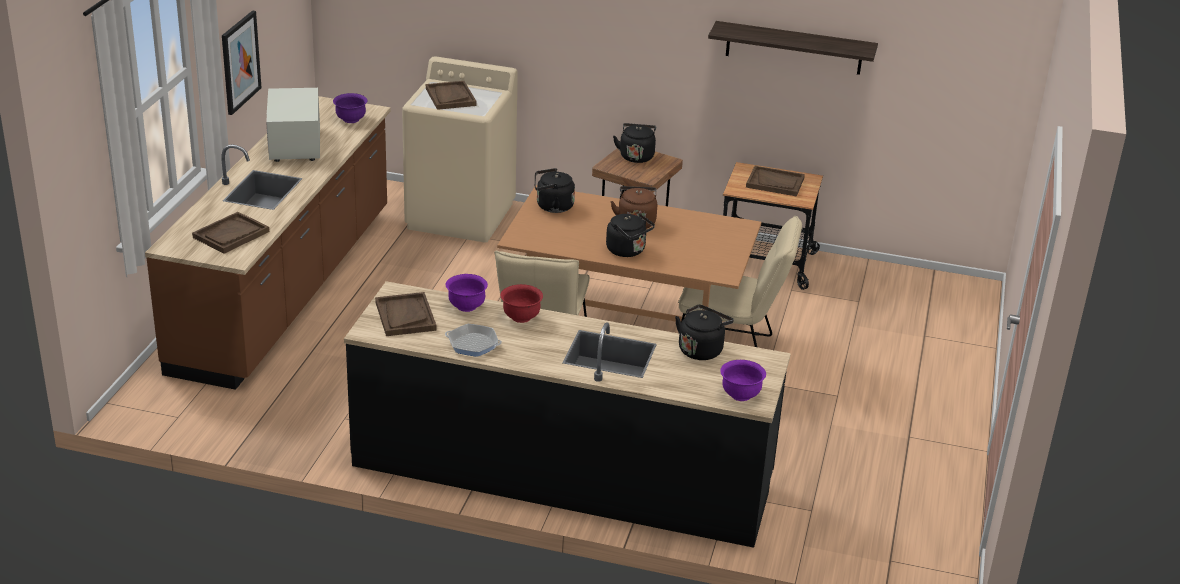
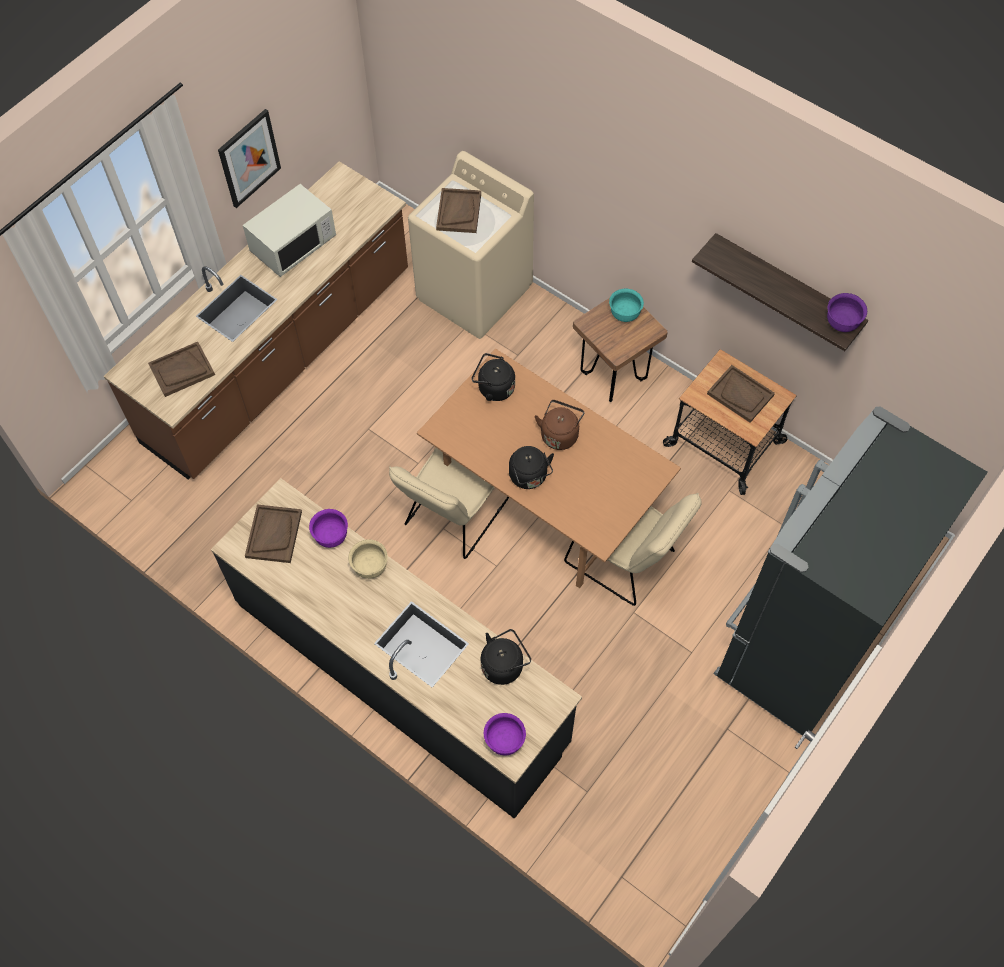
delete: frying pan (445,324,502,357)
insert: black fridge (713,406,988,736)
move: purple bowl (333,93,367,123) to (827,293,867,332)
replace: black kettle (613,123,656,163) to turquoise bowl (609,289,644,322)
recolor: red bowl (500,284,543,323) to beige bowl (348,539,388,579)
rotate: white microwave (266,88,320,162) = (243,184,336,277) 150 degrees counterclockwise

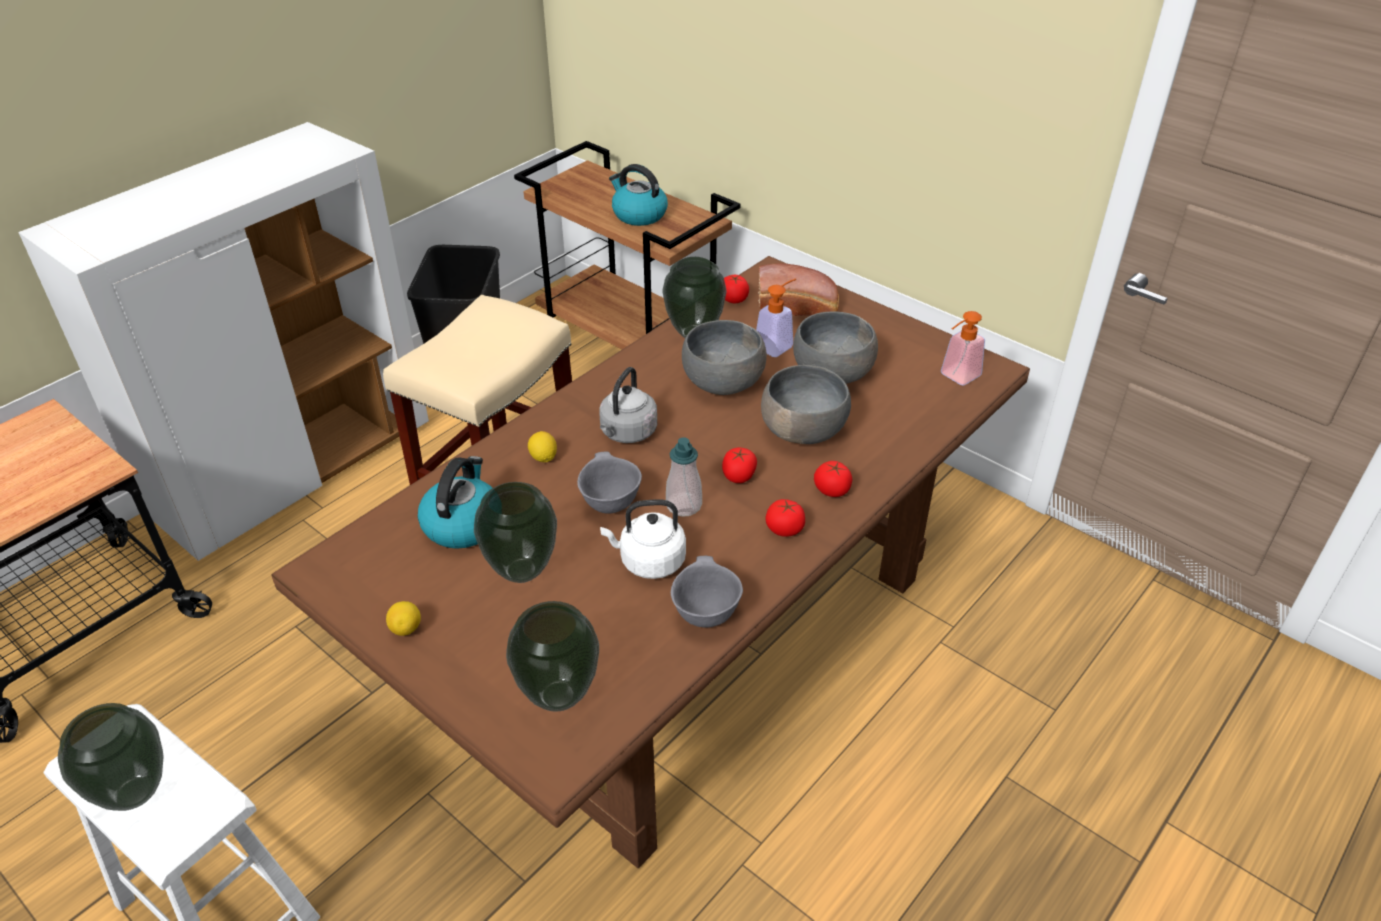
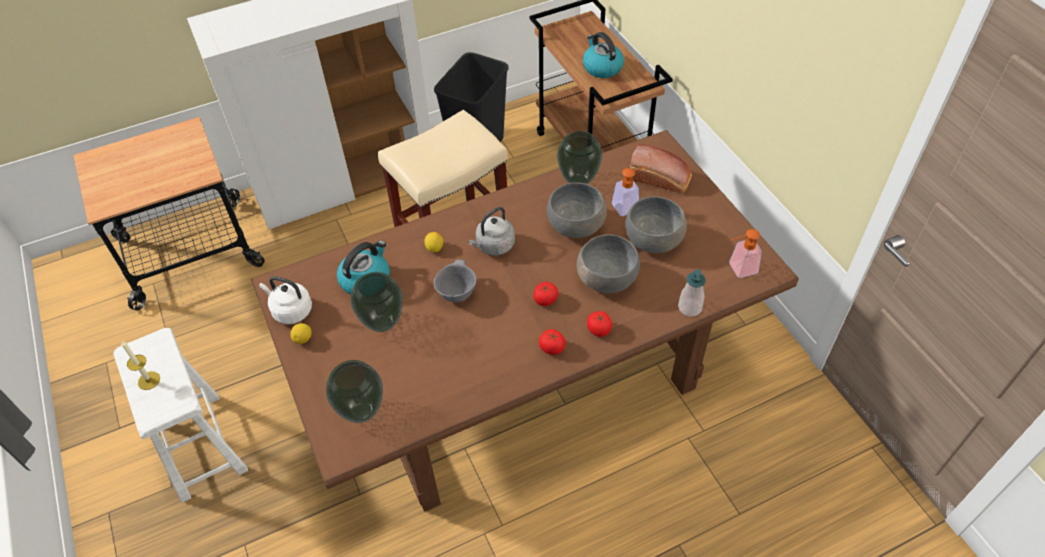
delete: grey bowl (671,556,743,627); tomato (724,275,749,303)
move: white kettle (600,499,686,579) to (259,276,312,324); soap dispenser (666,437,702,517) to (678,269,706,317)
replace: vase (58,703,164,811) to candle (121,341,160,390)

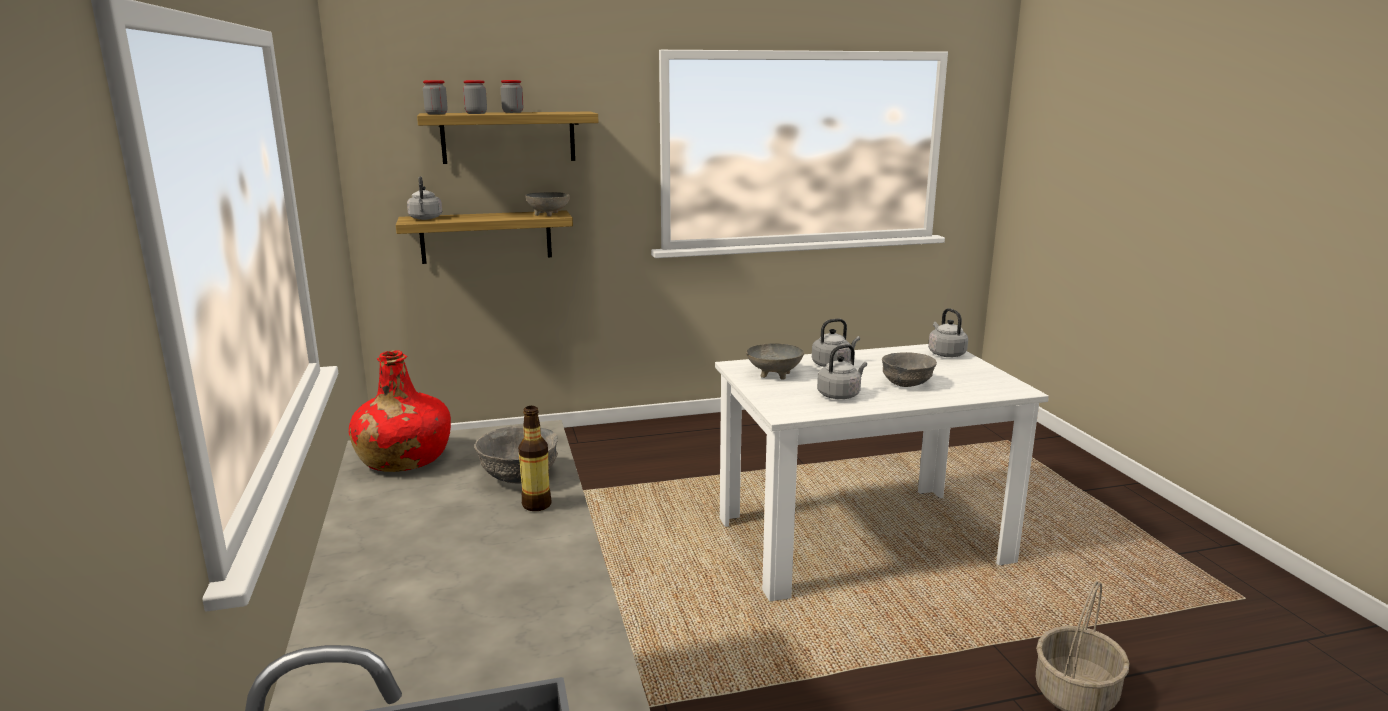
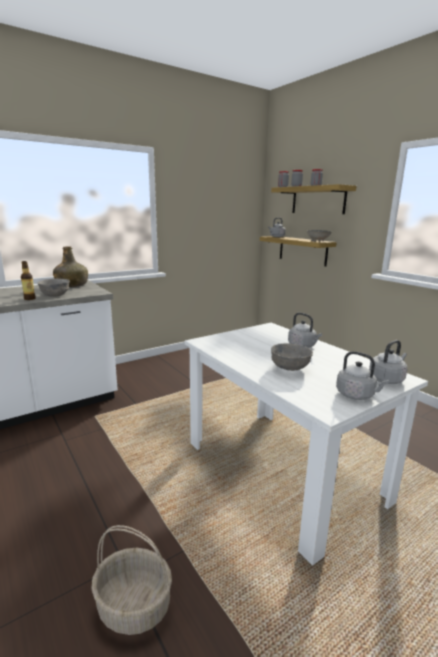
delete: grey bowl (746,343,804,379)
move: grey kettle (817,344,867,399) to (336,351,389,400)
recolor: red bottle (349,350,451,472) to green bottle (53,246,88,287)

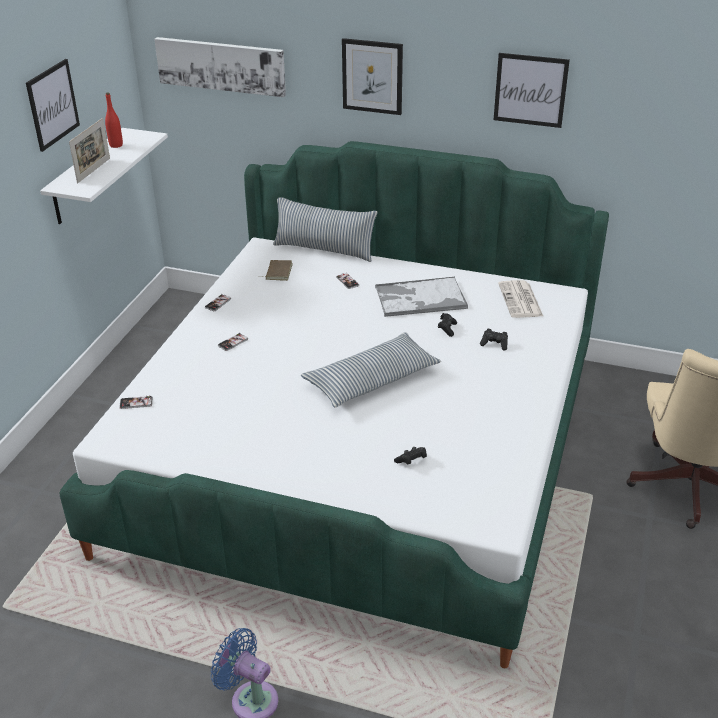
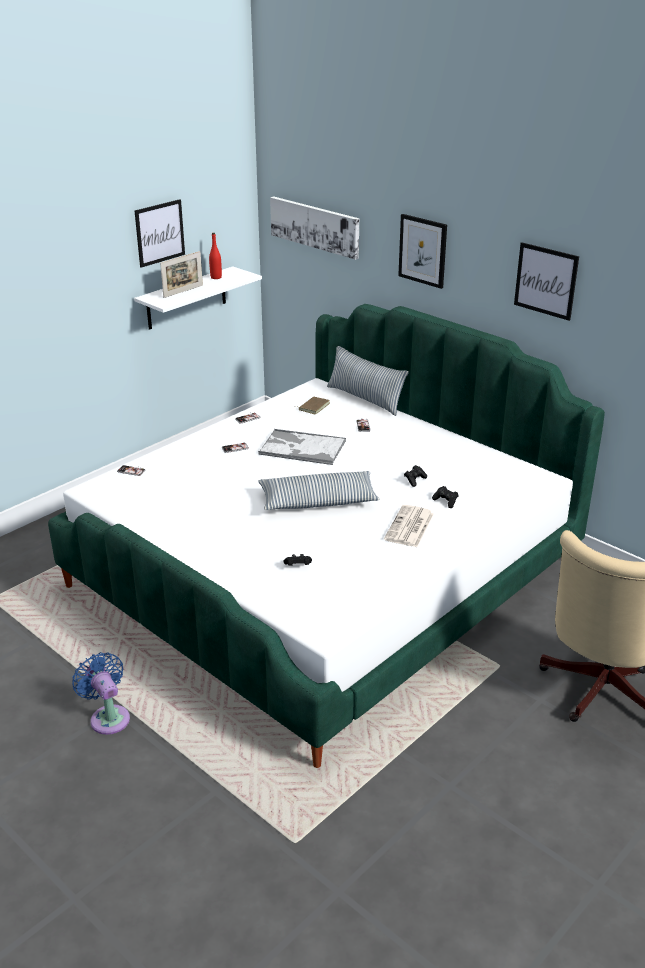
move: tray (375,277,468,317) to (258,429,346,465); newspaper (498,280,543,318) to (384,505,434,547)

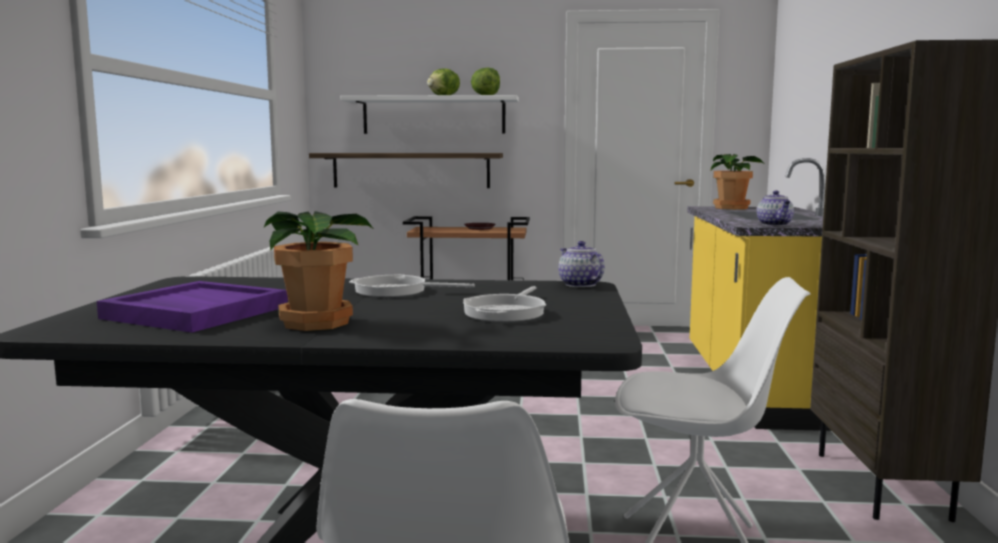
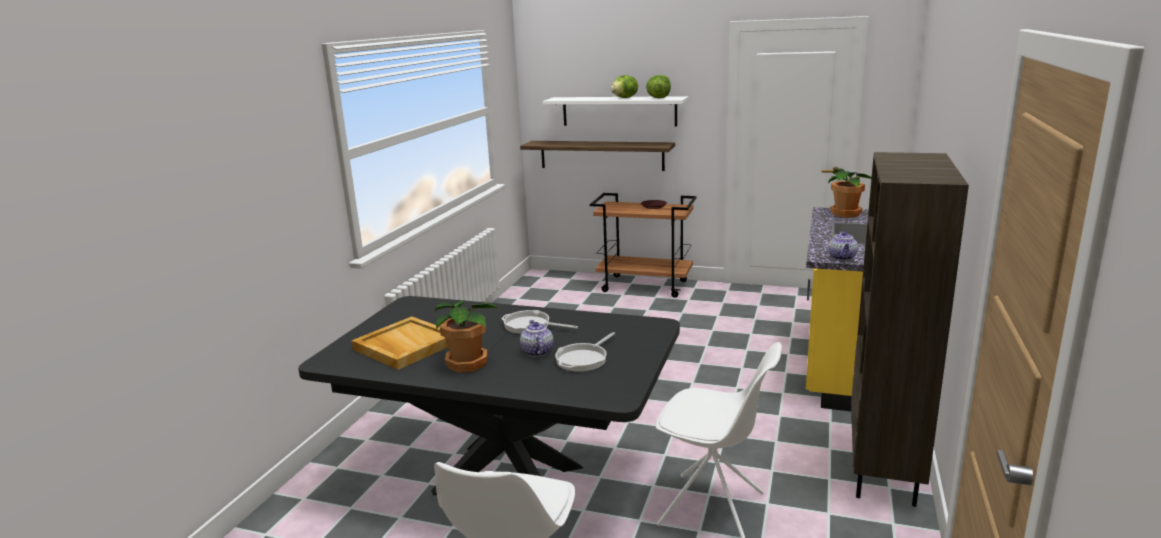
move: teapot (558,241,604,287) to (520,320,553,357)
recolor: purple tray (97,281,288,333) to beige tray (352,317,448,370)

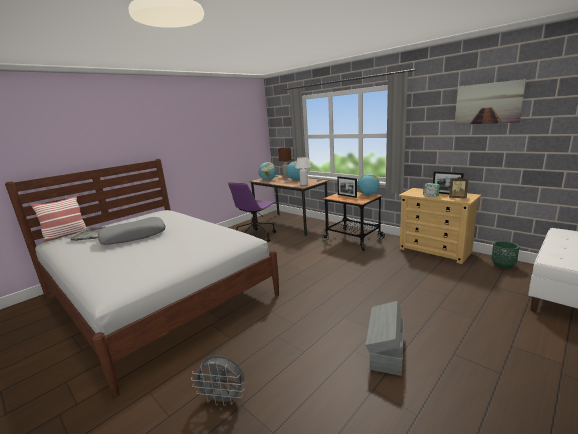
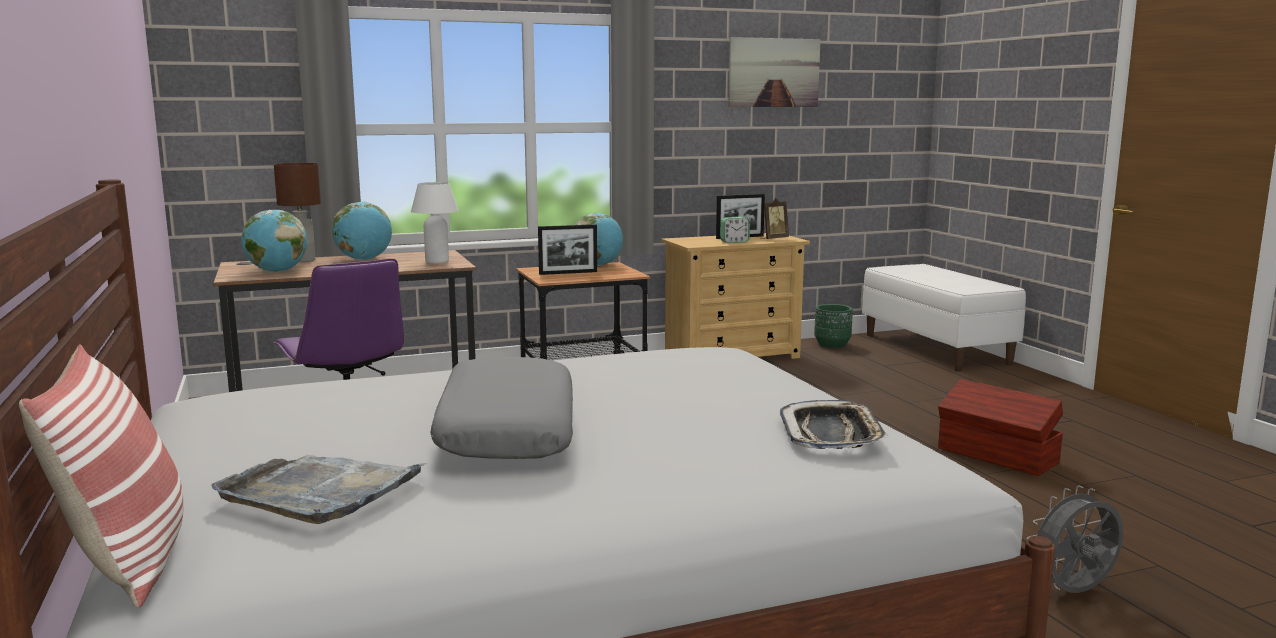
insert: tray (780,400,888,449)
recolor: grey storage box (365,301,403,376) to brown storage box (938,379,1063,476)
rotate: grey fan (191,356,244,407) = (1027,486,1124,593) 150 degrees counterclockwise

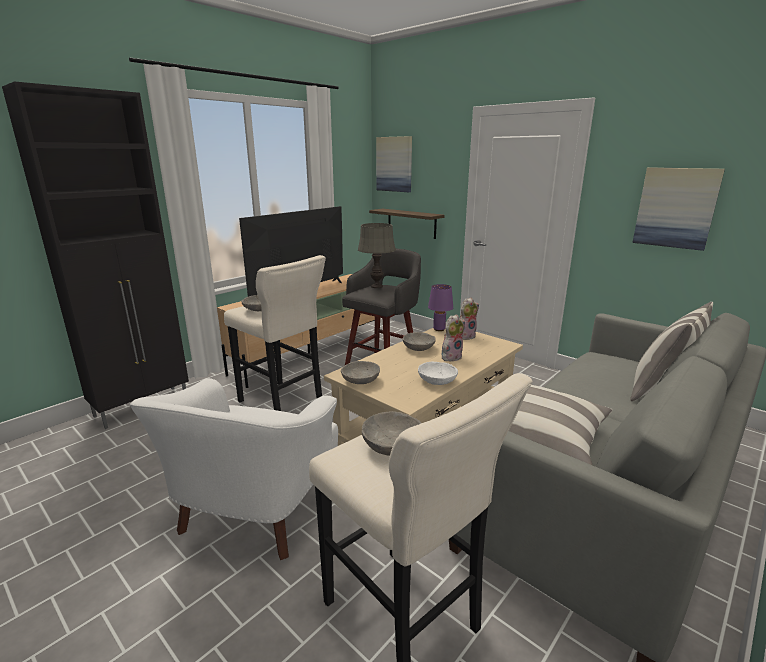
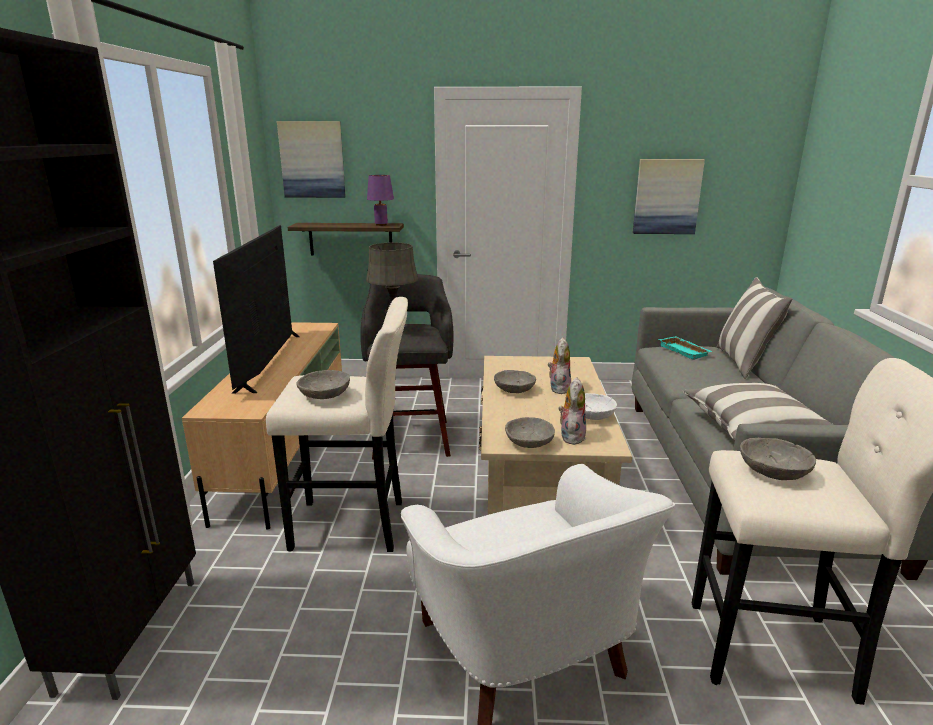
insert: turquoise tray (659,336,713,360)
move: purple table lamp (428,284,453,331) to (367,175,394,226); plush toy (460,298,479,340) to (558,378,586,445)

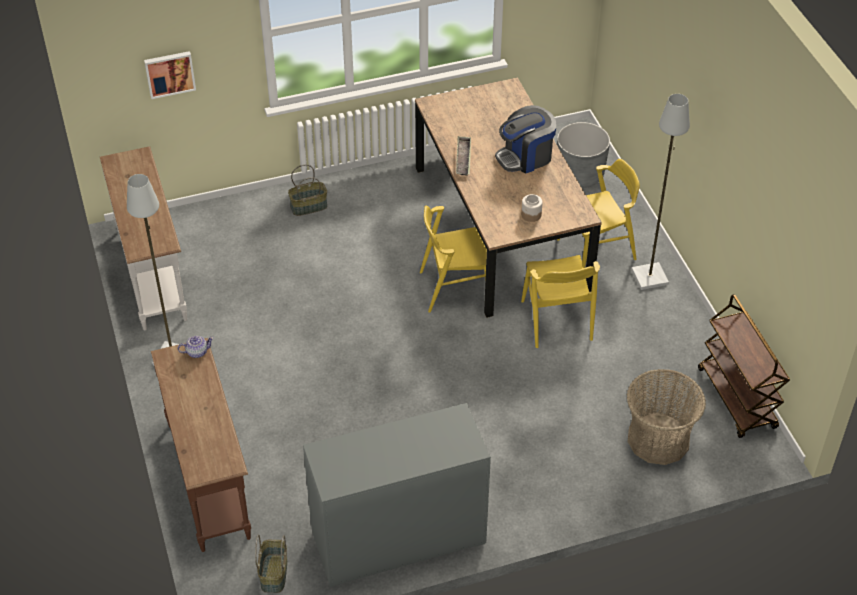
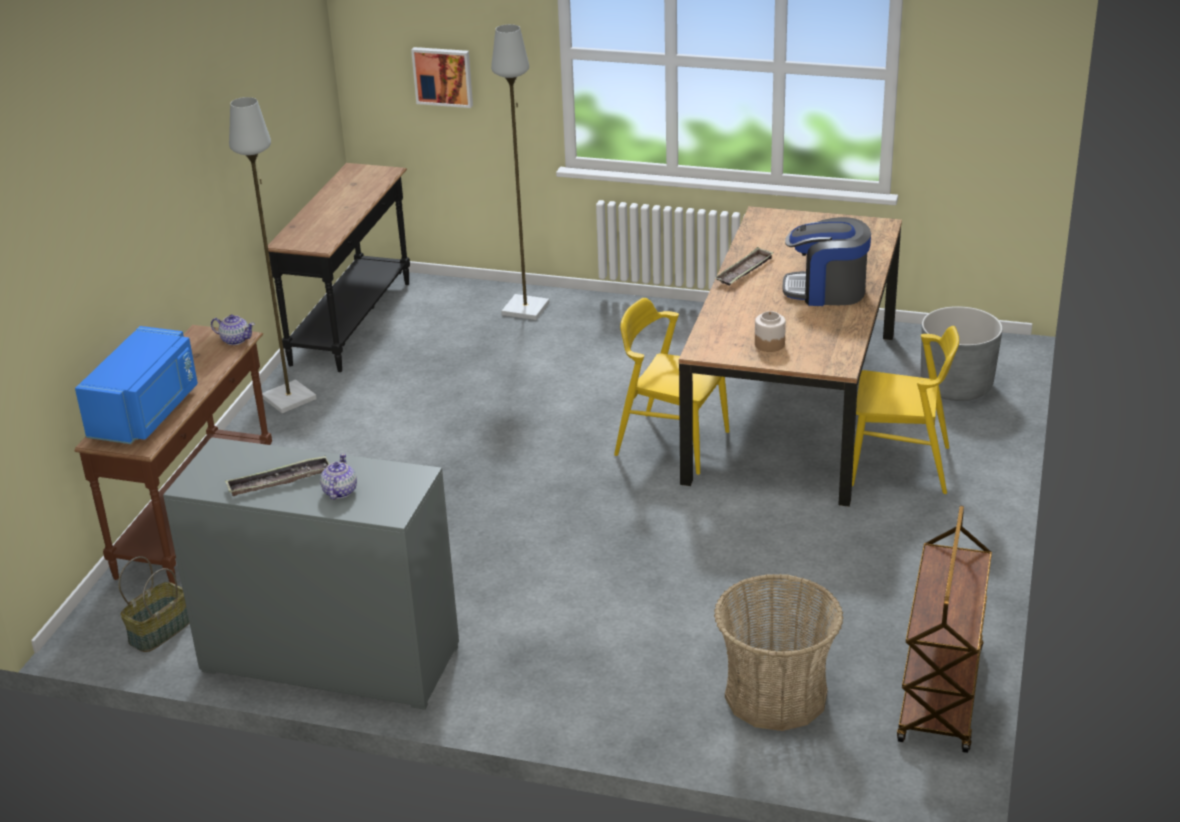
delete: basket (288,165,327,216); yellow chair (521,255,600,348)
insert: blue microwave (75,326,198,444); tray (225,456,329,496); teapot (320,453,357,500)
move: grey floor lamp (631,94,690,290) to (491,24,549,320)
recolor: white console table (100,146,187,331) to black console table (268,163,410,372)

